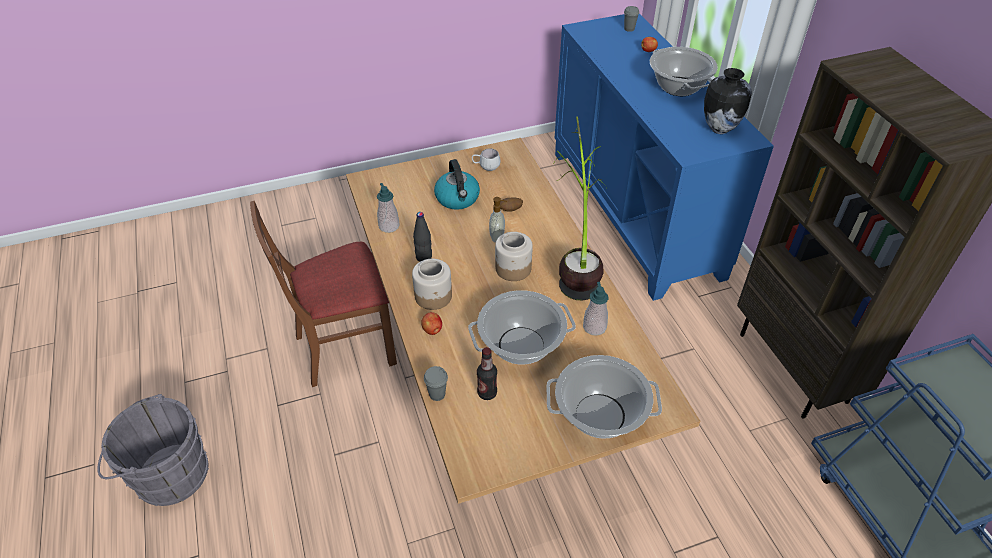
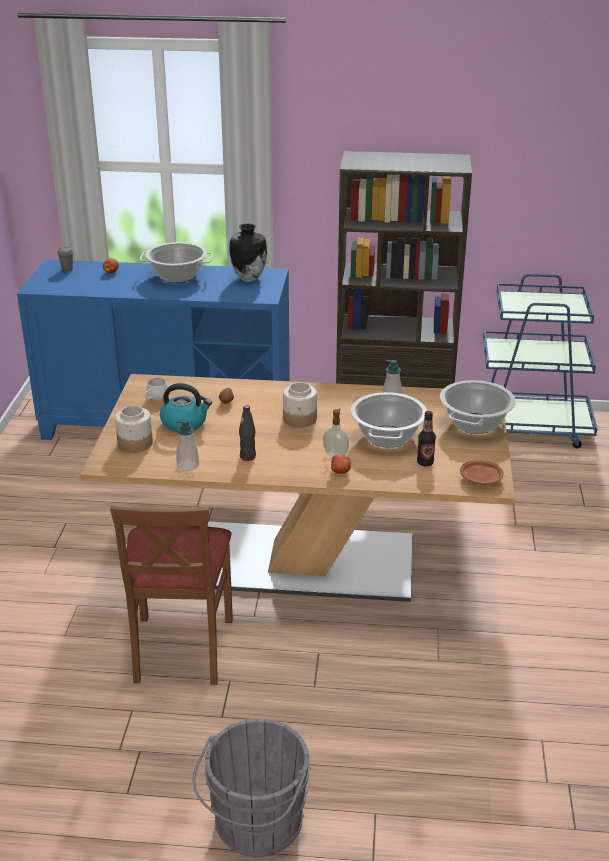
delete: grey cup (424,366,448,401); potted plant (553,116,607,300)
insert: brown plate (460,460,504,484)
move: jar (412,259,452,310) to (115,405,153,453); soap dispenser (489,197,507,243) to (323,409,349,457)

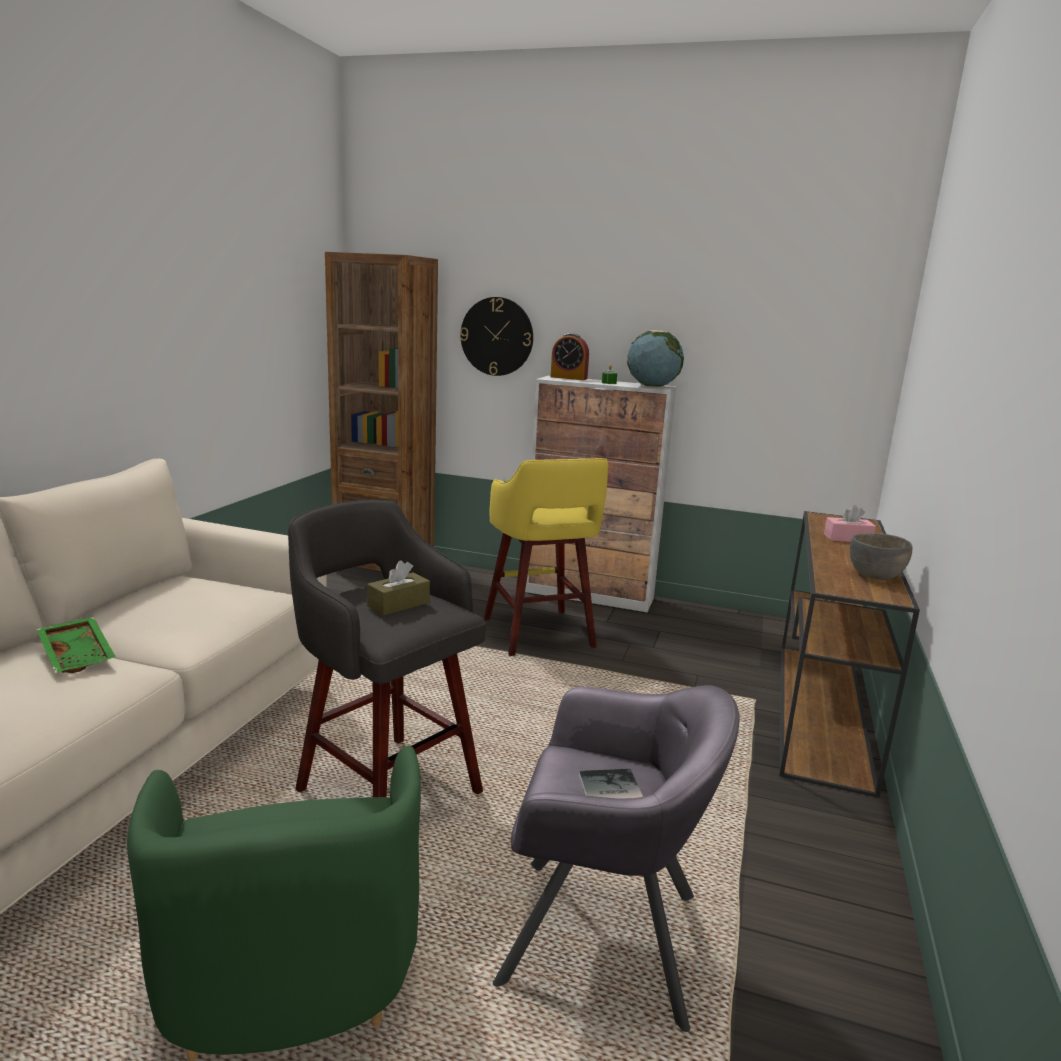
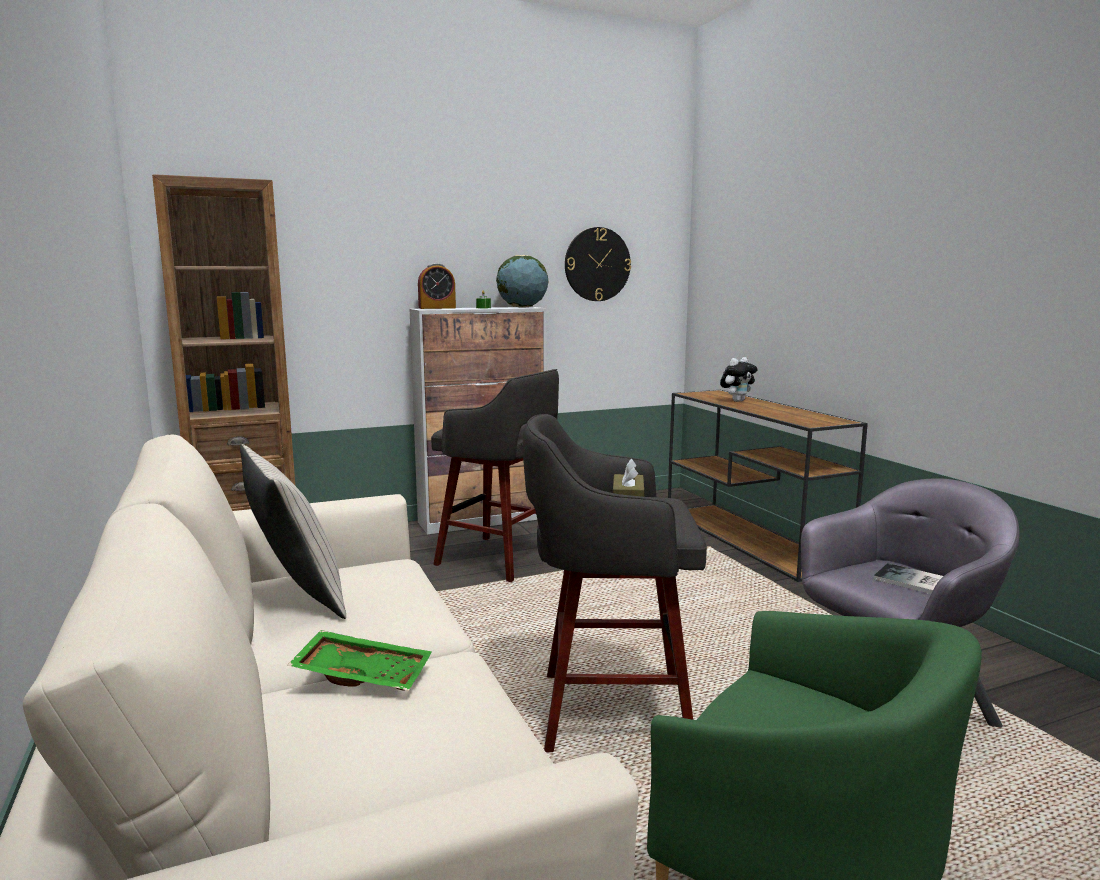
delete: grey bowl (850,533,912,580)
insert: beige pillow (240,444,346,619)
move: wall clock (460,297,533,376) to (565,227,631,301)
replace: pink tissue box (824,505,876,542) to plush toy (720,357,758,402)
recolor: yellow stool (484,458,608,656) to grey stool (431,369,559,582)

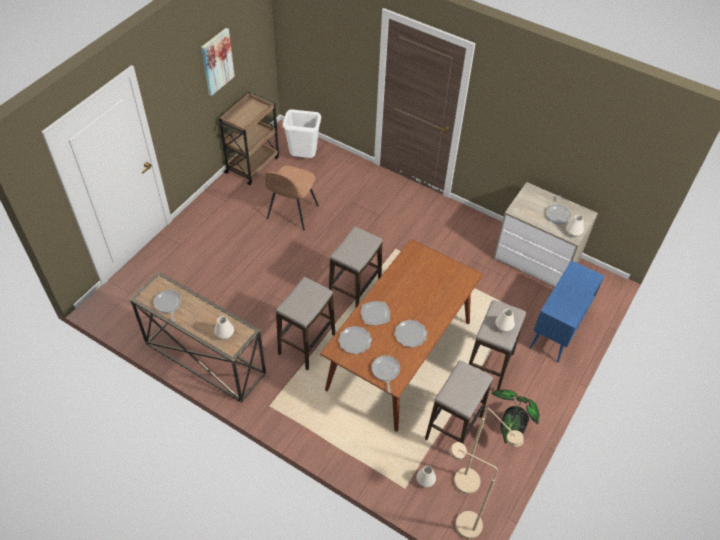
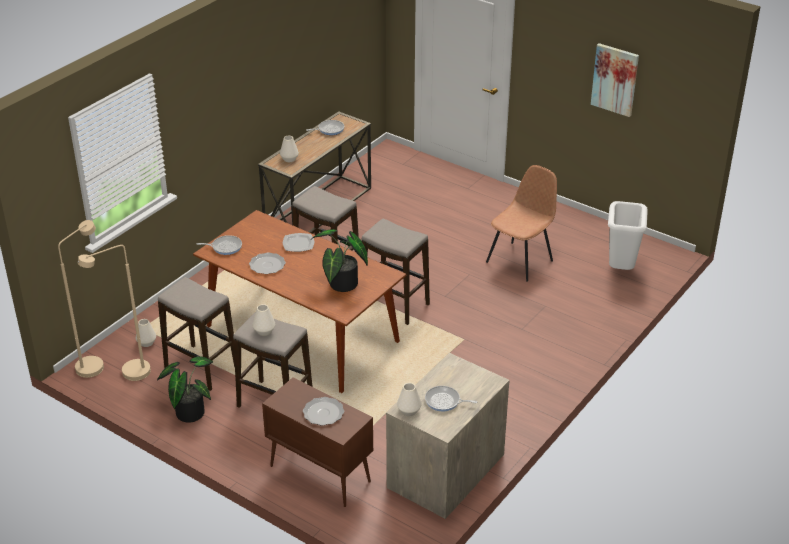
delete: brown cart (217,92,279,185)
insert: potted plant (311,229,368,292)
move: plate (338,326,372,354) to (303,397,344,425)
recolor: blue cabinet (529,260,604,363) to brown cabinet (262,378,373,507)
rotate: brown chair (265,166,319,230) = (486,165,557,281) 105 degrees clockwise

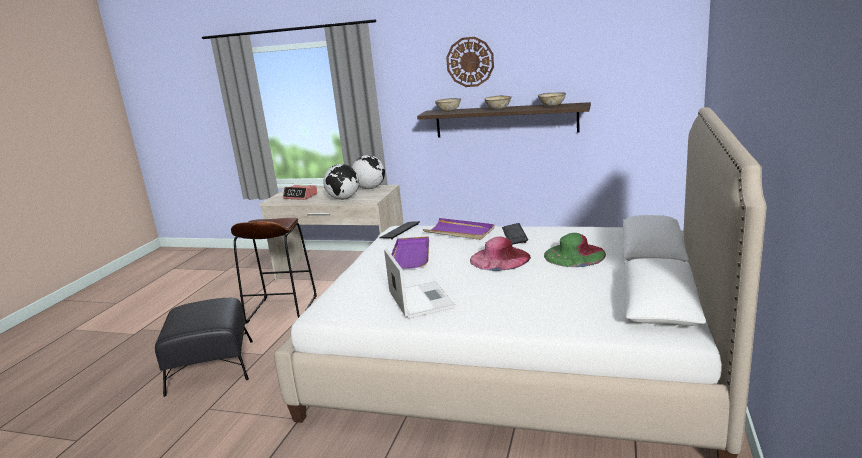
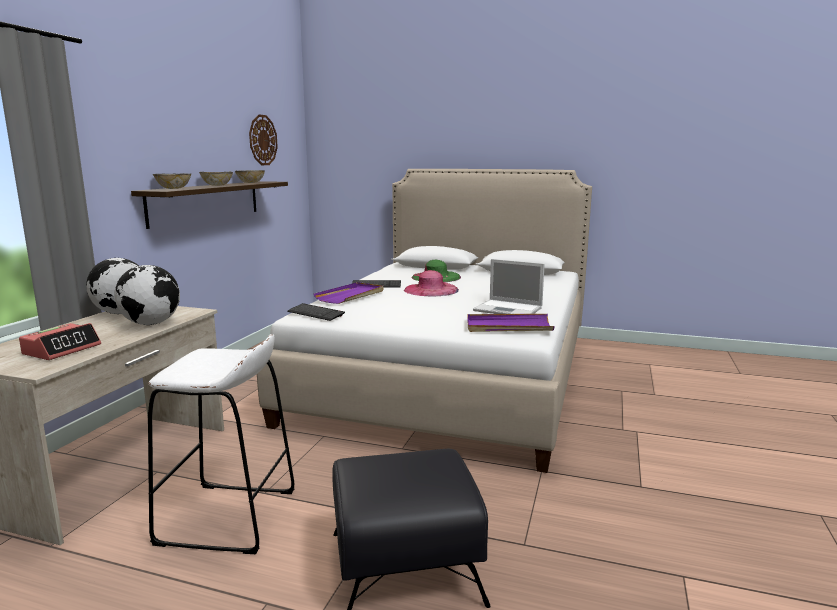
move: purple tray (391,236,429,269) to (467,314,555,332); wall clock (446,37,494,87) to (249,114,278,165)
recolor: brown stool (231,218,317,324) to white stool (148,334,294,554)
rotate: laptop (384,248,455,319) = (473,259,545,314) 135 degrees counterclockwise

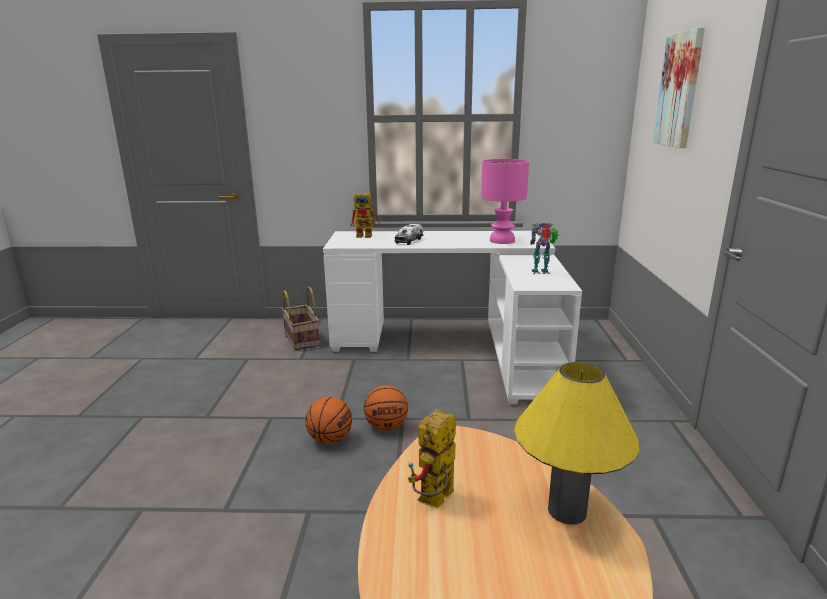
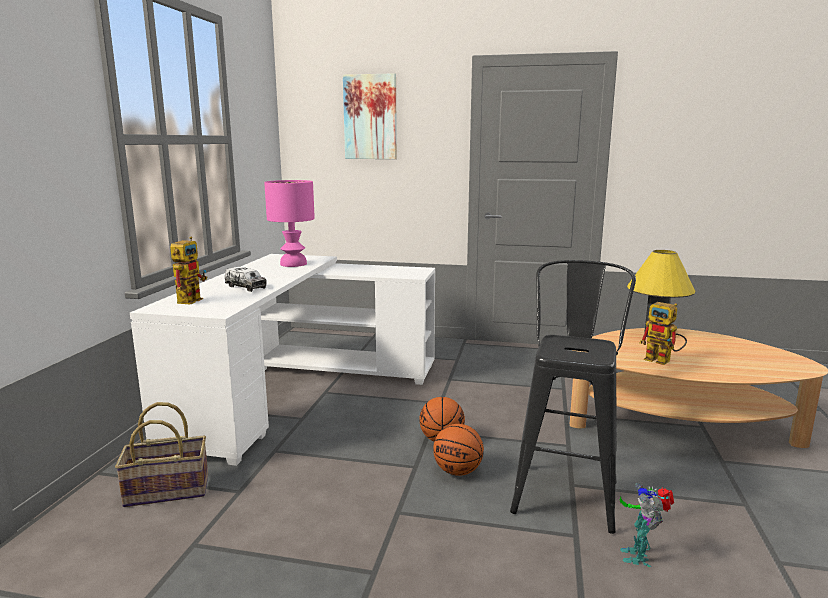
insert: black stool (510,260,636,534)
move: toy robot (530,222,559,274) to (620,483,674,567)

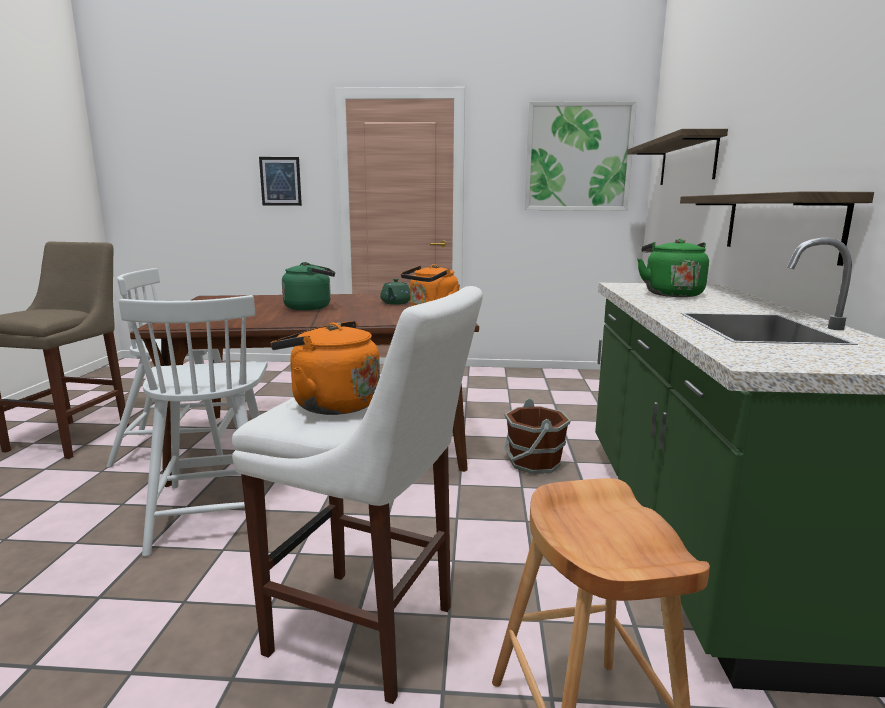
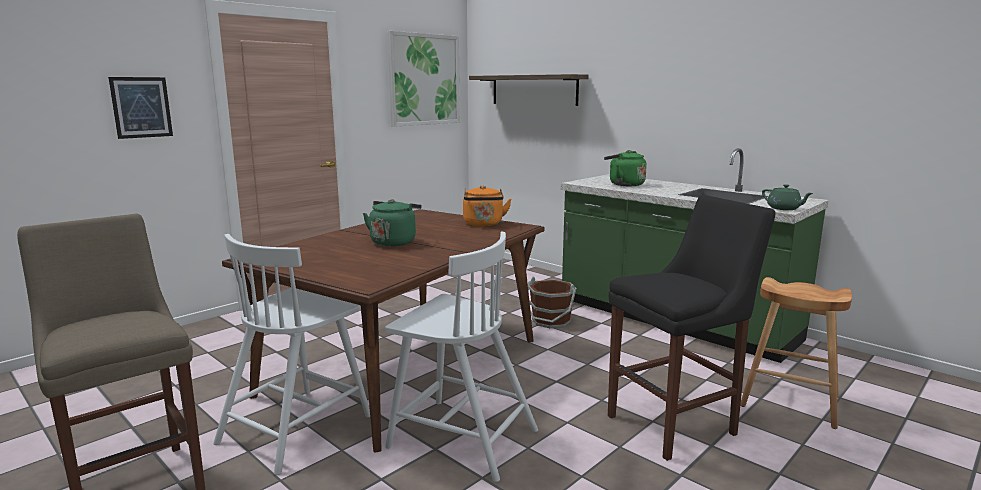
delete: orange kettle (270,321,380,415); shelf (680,191,874,266)
move: green teapot (380,278,410,305) to (762,184,813,210)
recolor: white stool (232,286,483,704) to black stool (608,195,775,461)

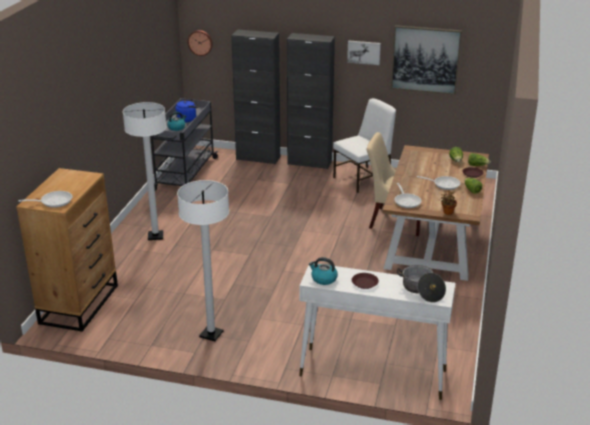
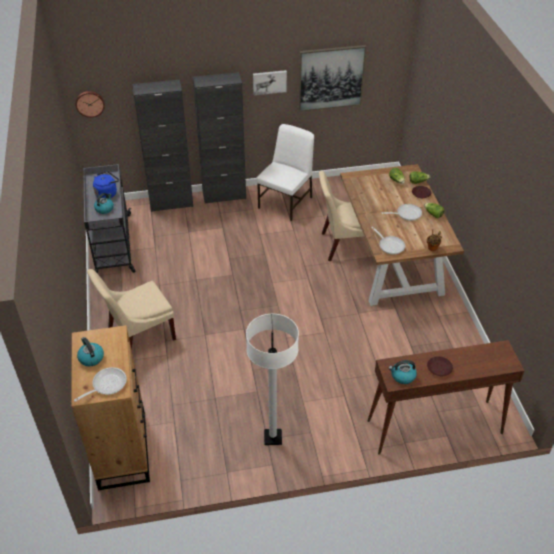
delete: cooking pot (397,265,446,303)
insert: kettle (77,337,104,366)
replace: white floor lamp (123,102,167,240) to beige chair (87,269,176,350)
recolor: white console table (299,263,456,400) to brown console table (367,340,524,455)

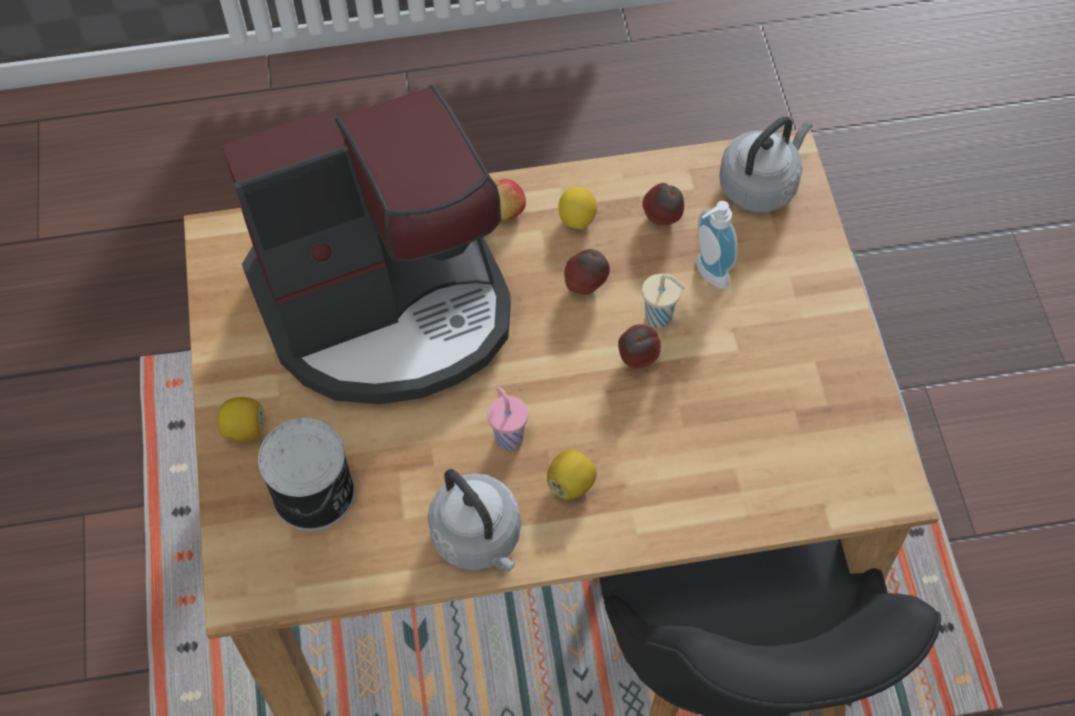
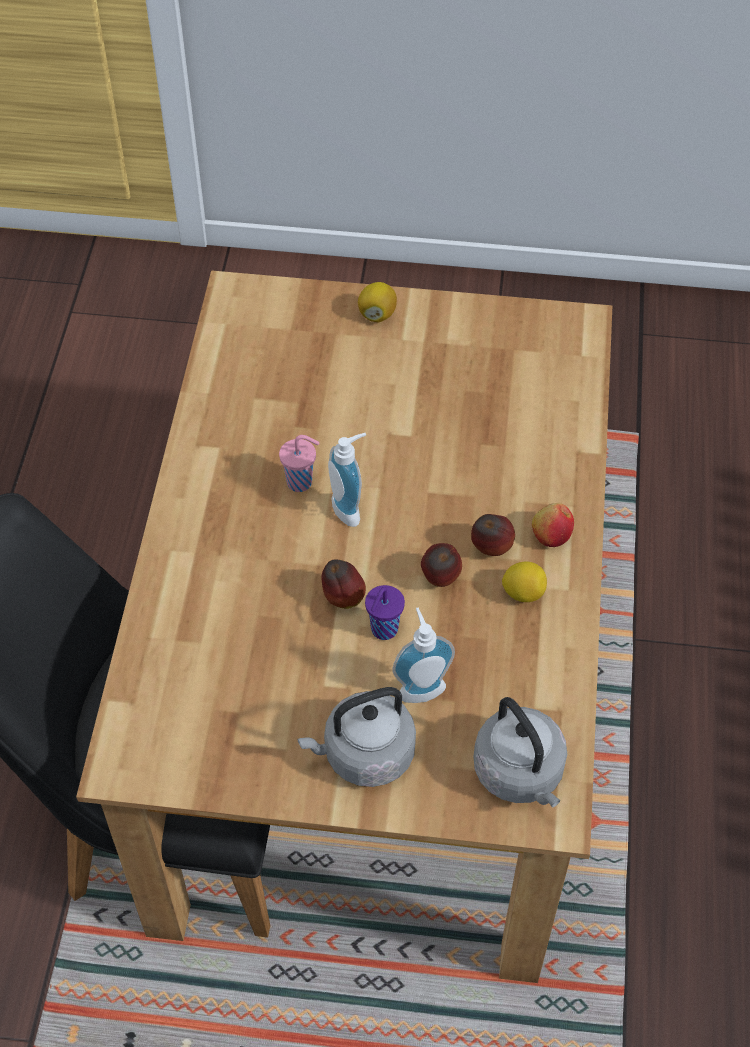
delete: coffee machine (222,85,511,404); can (258,418,355,531); lemon (547,449,597,500)
insert: soap dispenser (328,433,366,527)
move: grey kettle (427,469,521,572) to (297,687,416,787); apple (642,183,684,226) to (471,514,515,556)
recolor: beige cup (642,274,685,328) to purple cup (365,585,405,640)

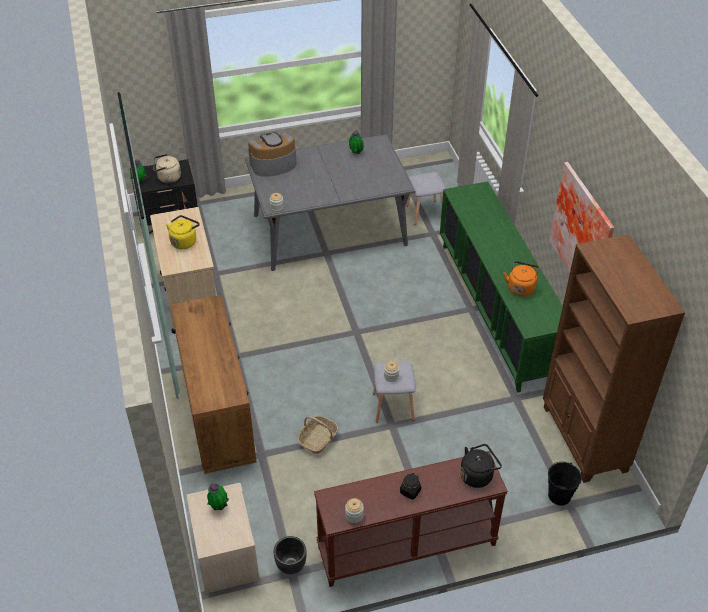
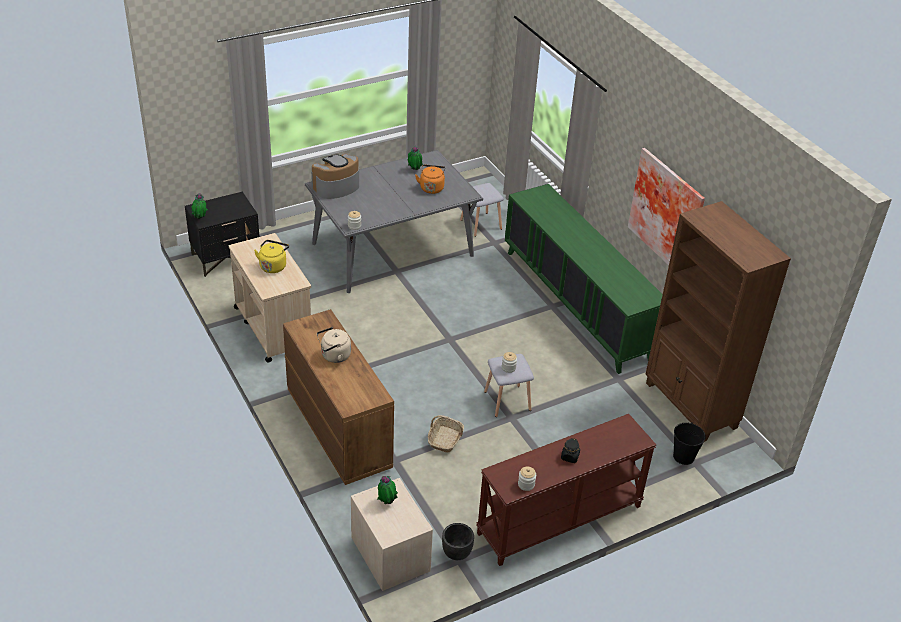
delete: black kettle (460,444,502,488)
move: beige kettle (153,154,181,183) to (317,327,351,363); orange kettle (504,261,540,297) to (415,165,445,194)

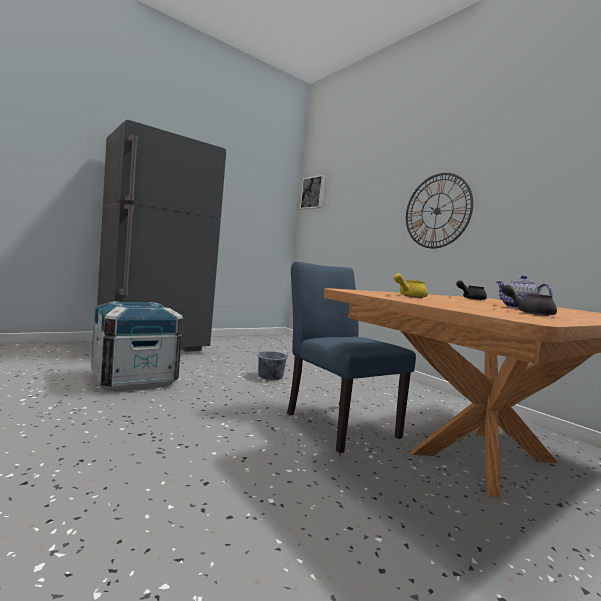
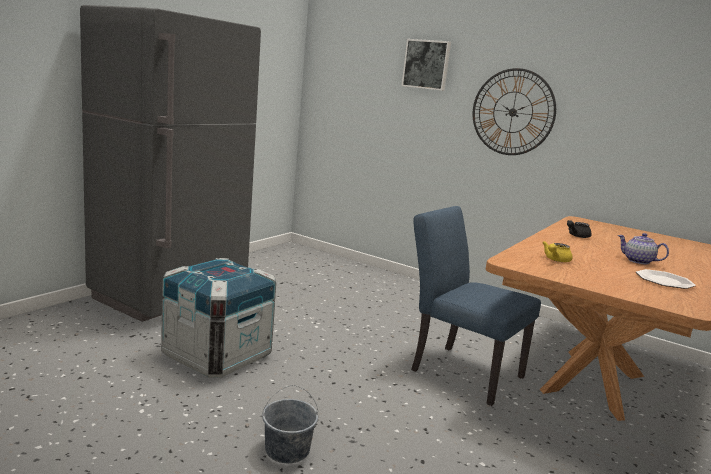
move: grey bucket (257,338,288,380) to (262,385,318,463); picture (300,175,325,210) to (401,39,451,91)
replace: grey teapot (502,285,557,316) to plate (636,269,696,289)

